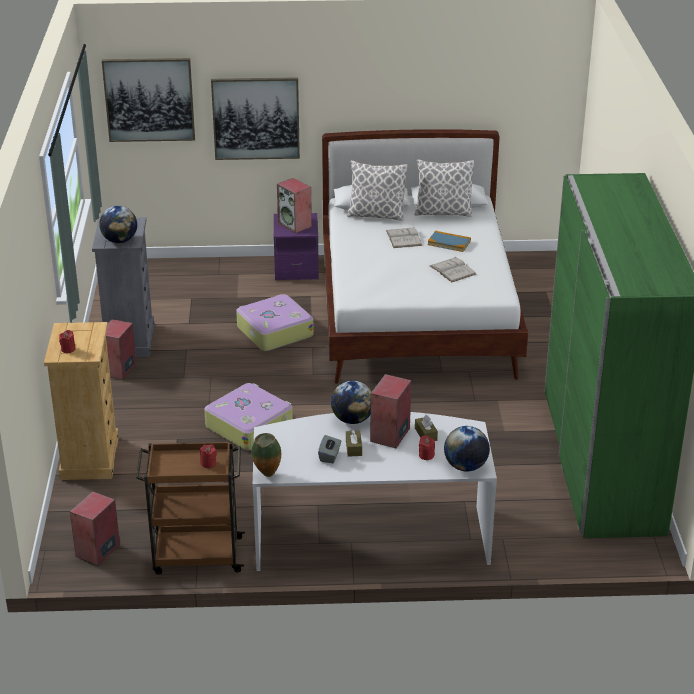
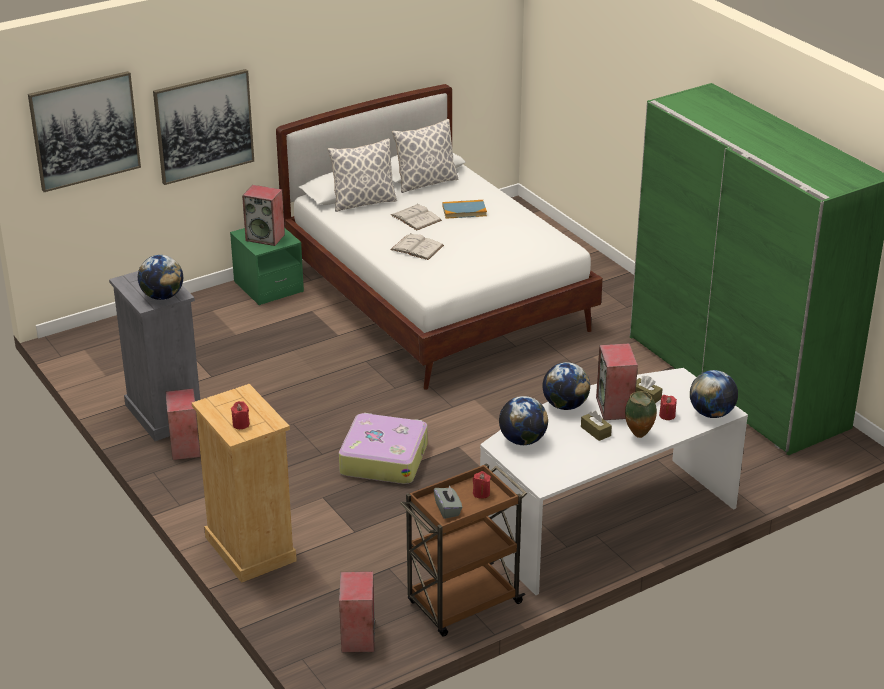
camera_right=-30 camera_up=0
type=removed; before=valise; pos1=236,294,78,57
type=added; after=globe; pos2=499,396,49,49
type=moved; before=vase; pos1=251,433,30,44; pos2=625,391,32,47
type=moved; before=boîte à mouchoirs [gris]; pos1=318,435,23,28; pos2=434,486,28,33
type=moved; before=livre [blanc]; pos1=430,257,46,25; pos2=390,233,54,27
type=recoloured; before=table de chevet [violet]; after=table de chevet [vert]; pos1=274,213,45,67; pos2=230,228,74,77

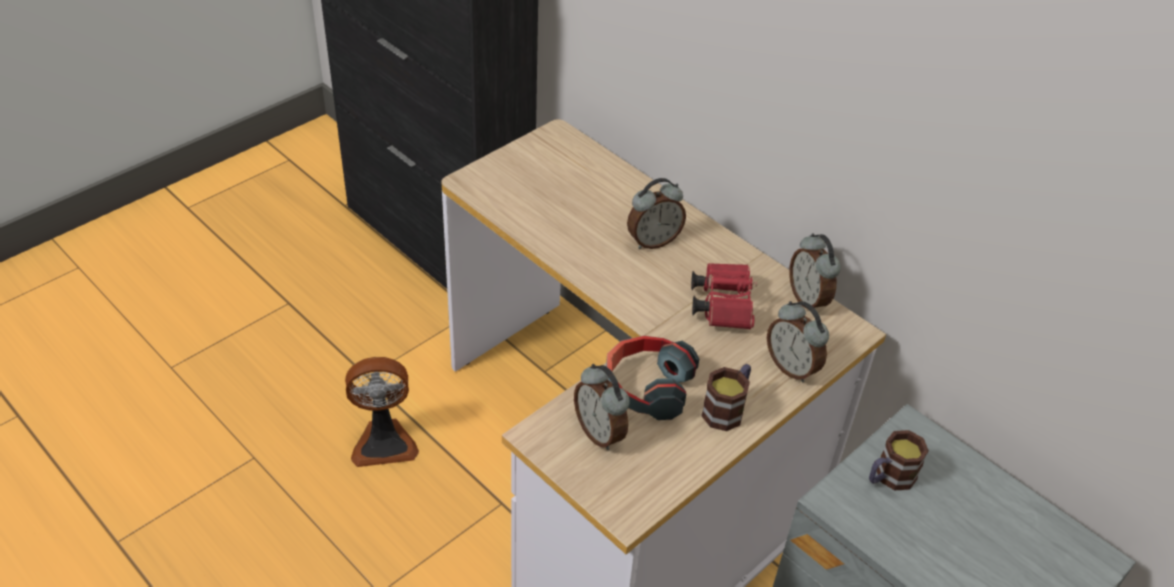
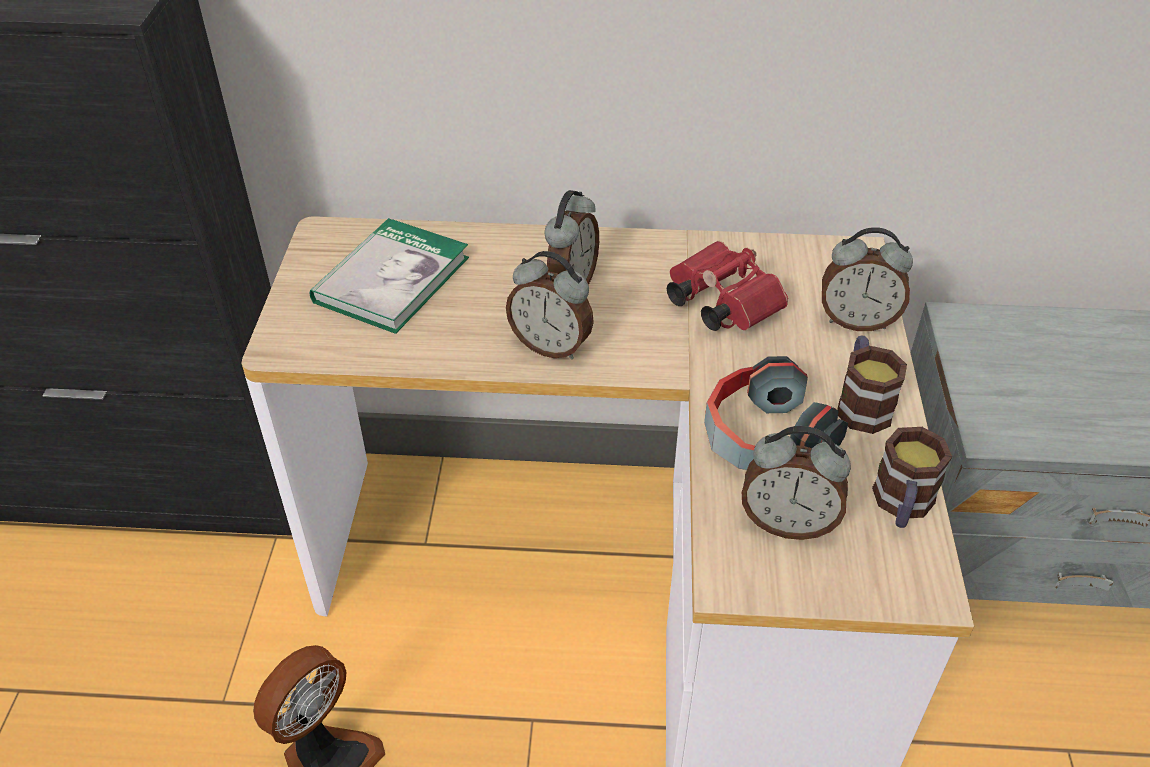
camera_right=-40 camera_up=0
type=added; after=livre; pos2=310,218,159,116
type=moved; before=réveil; pos1=789,233,52,75; pos2=506,251,88,108
type=moved; before=mug; pos1=869,430,60,60; pos2=872,427,80,101

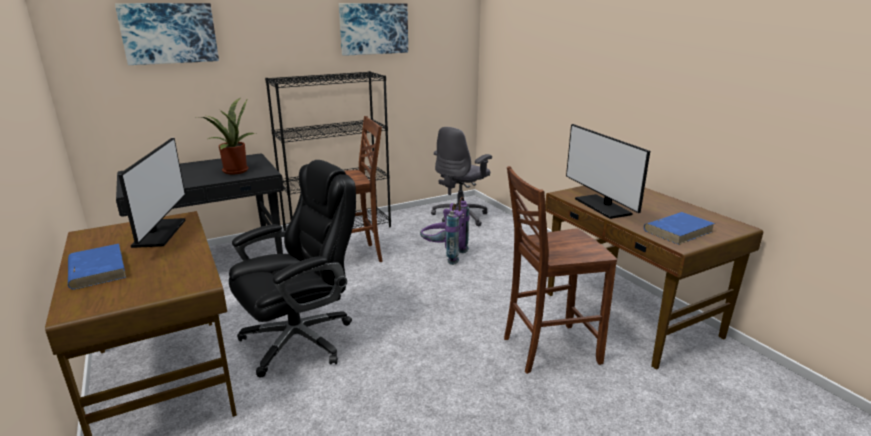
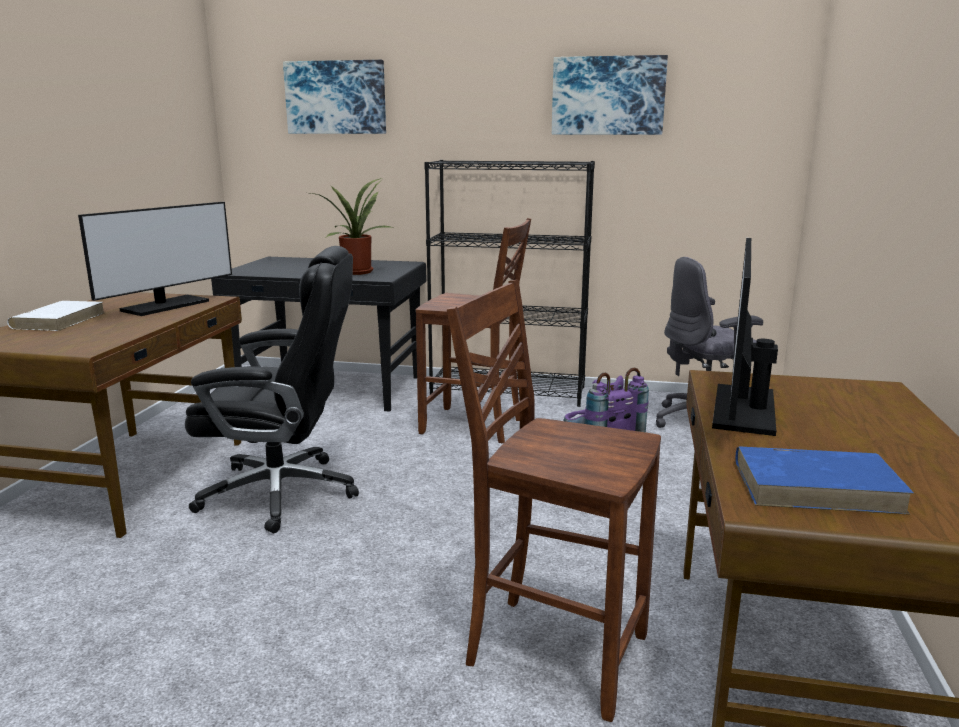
camera_right=40 camera_up=-5
type=recoloured; before=livre [bleu]; after=livre [blanc]; pos1=68,244,58,46; pos2=7,301,97,30

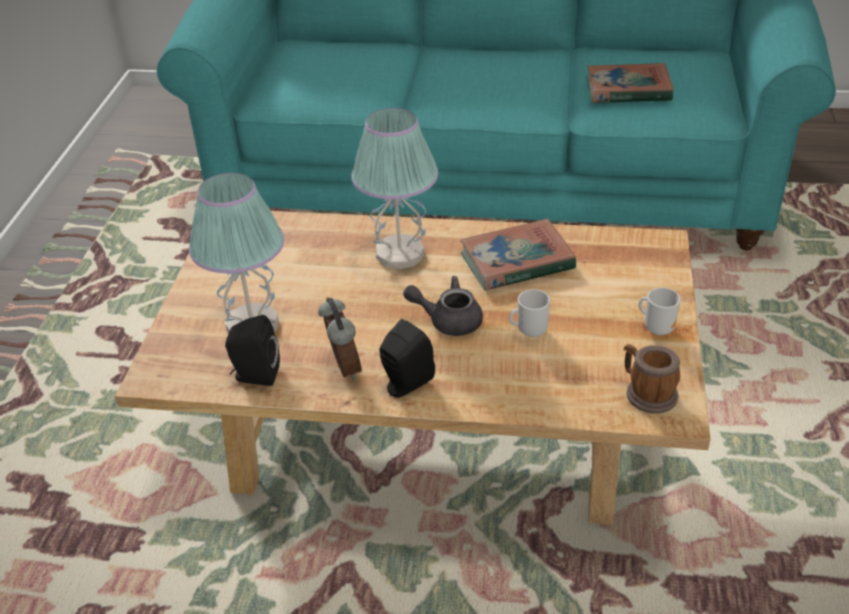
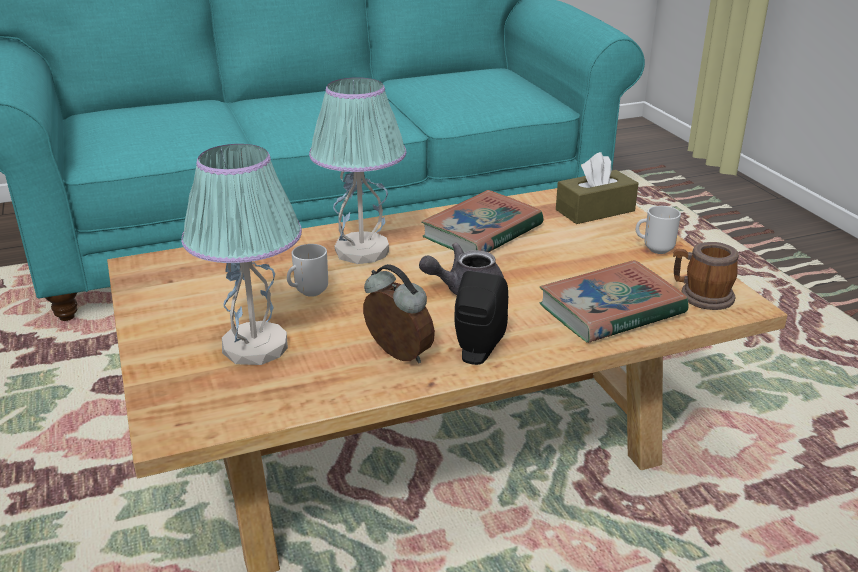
camera_right=-30 camera_up=-10
type=removed; before=enceinte [noir]; pos1=225,315,55,71
type=added; after=boîte à mouchoirs [marron]; pos2=556,152,83,72
type=moved; before=mug; pos1=509,289,41,48; pos2=287,244,41,53
type=moved; before=livre; pos1=586,63,88,40; pos2=540,260,148,83

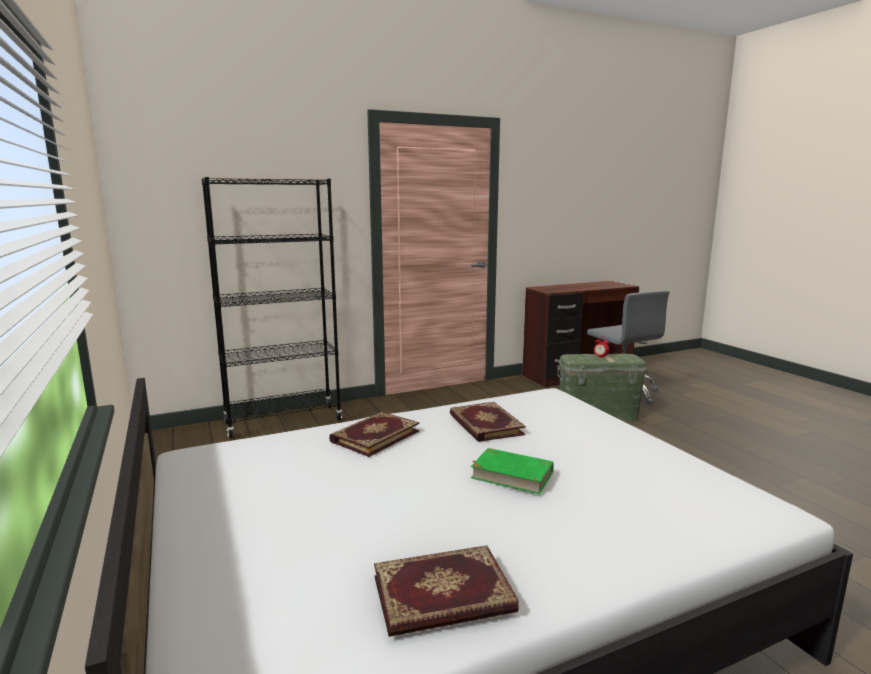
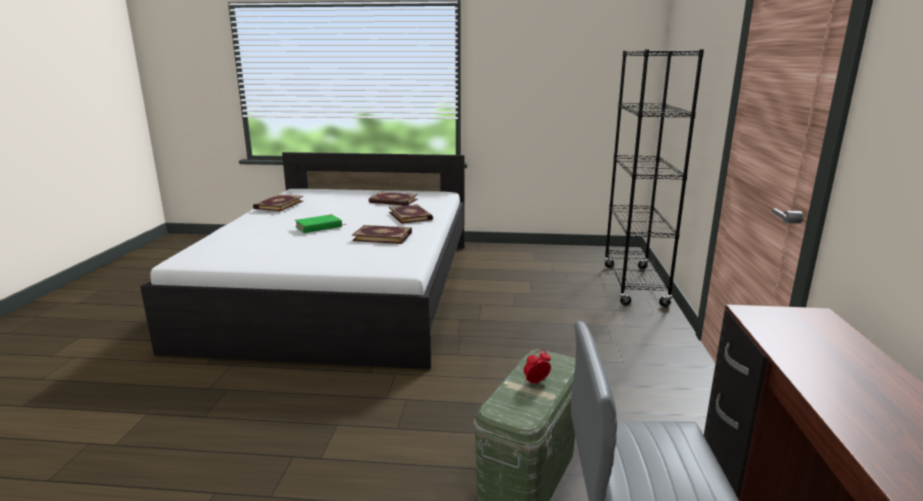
camera_right=120 camera_up=5
type=added; after=livre; pos2=369,192,49,14

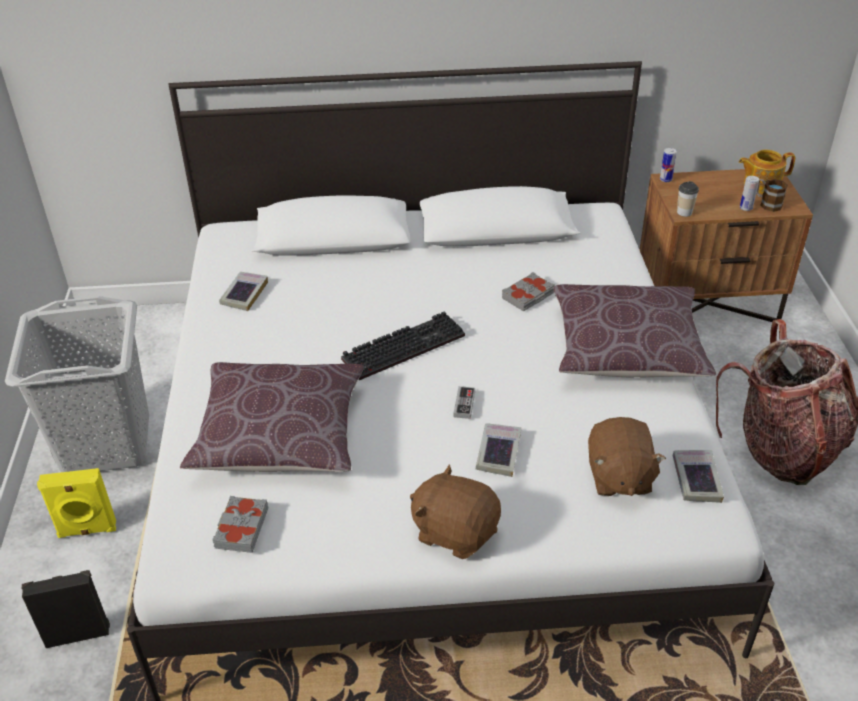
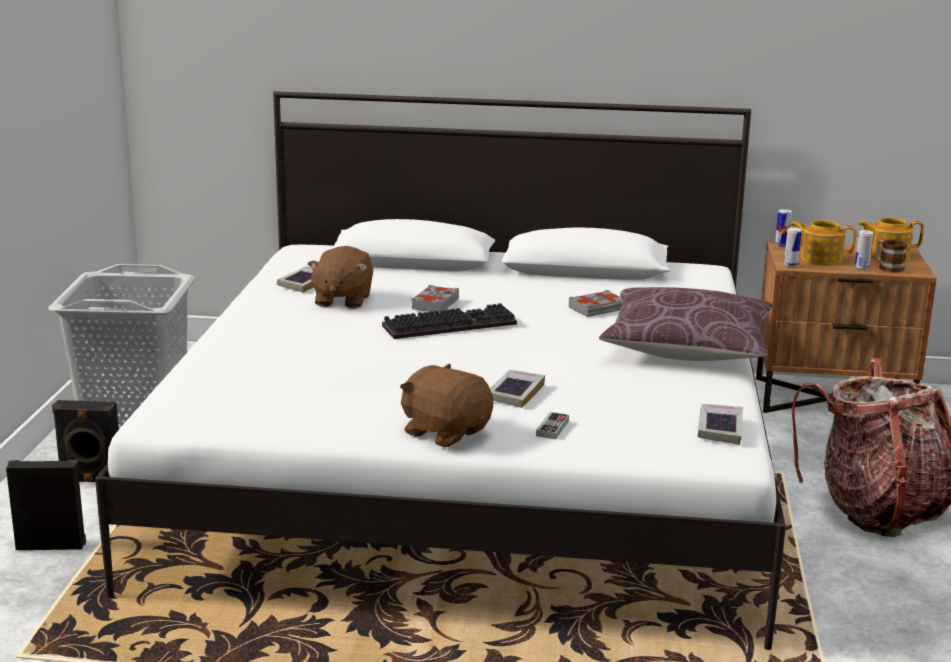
camera_right=10 camera_up=-20
type=removed; before=coussin [marron]; pos1=180,362,184,110
type=added; after=théière; pos2=790,220,66,45
type=moved; before=livre [gris]; pos1=212,496,57,57; pos2=411,285,48,28
type=moved; before=manette; pos1=454,386,21,33; pos2=536,412,33,27
type=moved; before=peluche [marron]; pos1=588,417,78,79; pos2=308,246,65,63
type=replaced; before=tasse; after=boîte métallique; pos1=677,181,22,36; pos2=784,228,18,39
type=recoloured; before=enceinte [jaune]; after=enceinte [noir]; pos1=37,468,79,70; pos2=52,400,67,82

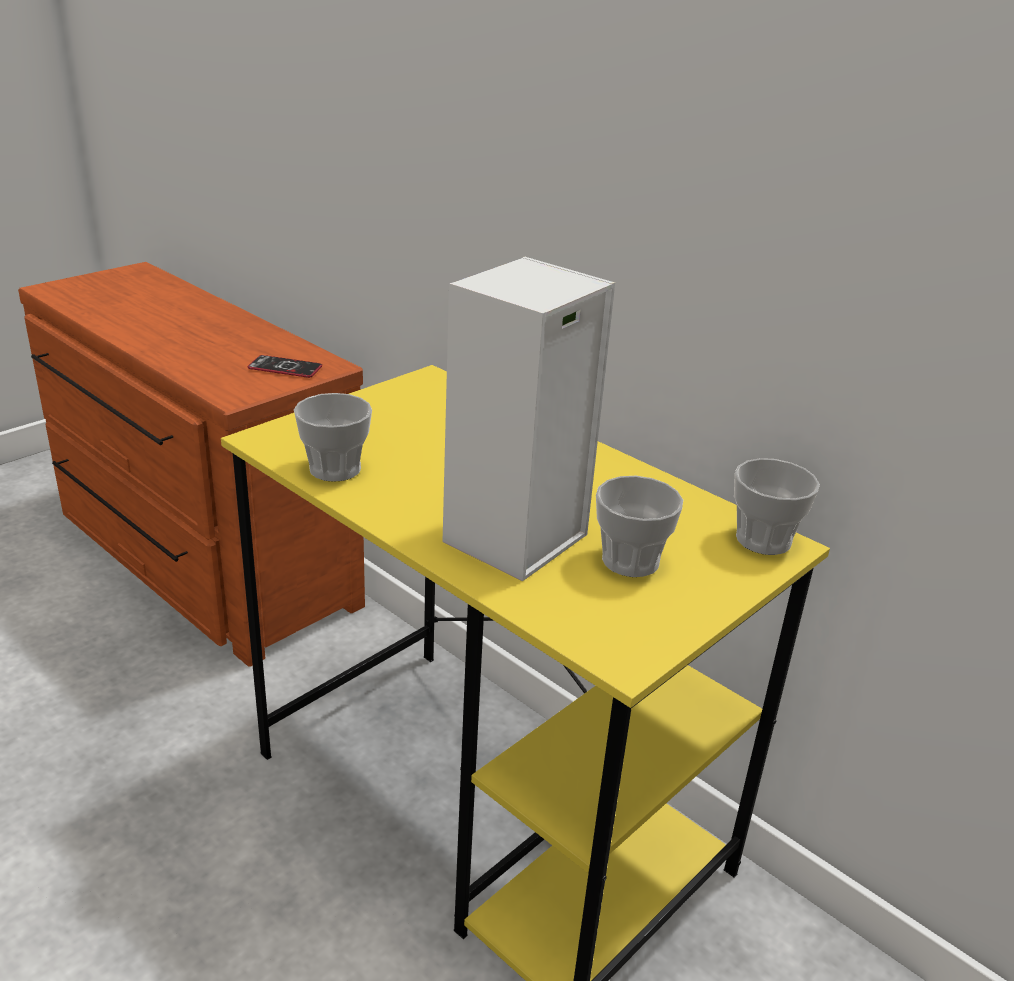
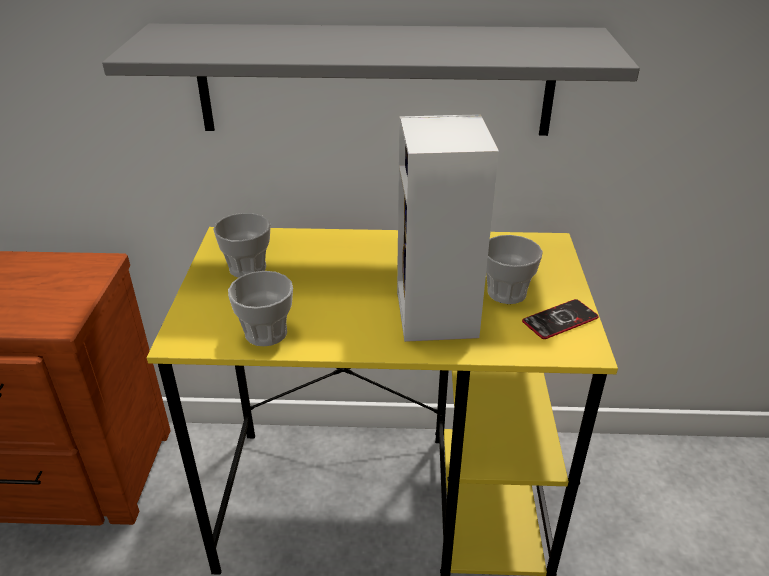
camera_right=-40 camera_up=5
type=added; after=étagère [gris]; pos2=102,24,538,112
type=moved; before=téléphone; pos1=247,355,75,23; pos2=522,299,77,40
type=moved; before=tasse; pos1=734,458,86,97; pos2=213,213,58,65

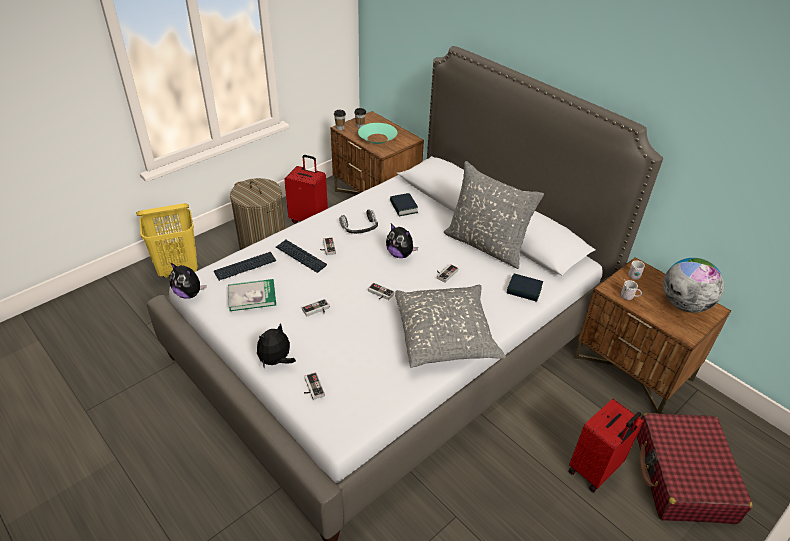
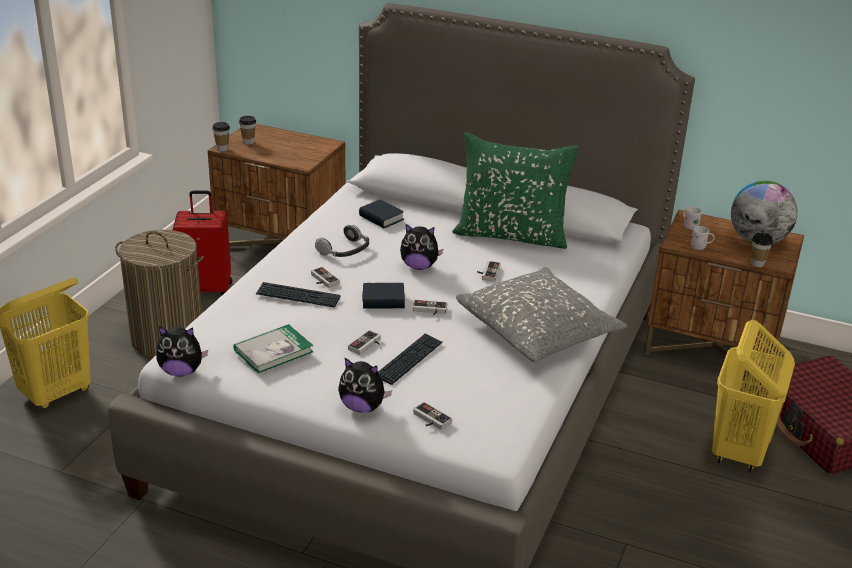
camera_right=-25 camera_up=-10
type=removed; before=bol [turquoise]; pos1=358,123,39,21
type=added; after=tasse; pos2=751,233,22,34
type=moved; before=clavier; pos1=214,252,63,29; pos2=378,334,65,51
type=moved; before=livre; pos1=507,274,36,28; pos2=362,283,43,26
type=replaced; before=valise [rouge]; after=panier à linge [jaune]; pos1=568,399,76,93; pos2=712,320,83,152
type=recoloured; before=coussin [gris]; after=coussin [vert]; pos1=444,161,100,108; pos2=452,132,127,117
type=turned; before=peluche; pos1=257,323,39,46; pos2=338,358,54,55; turn=-90

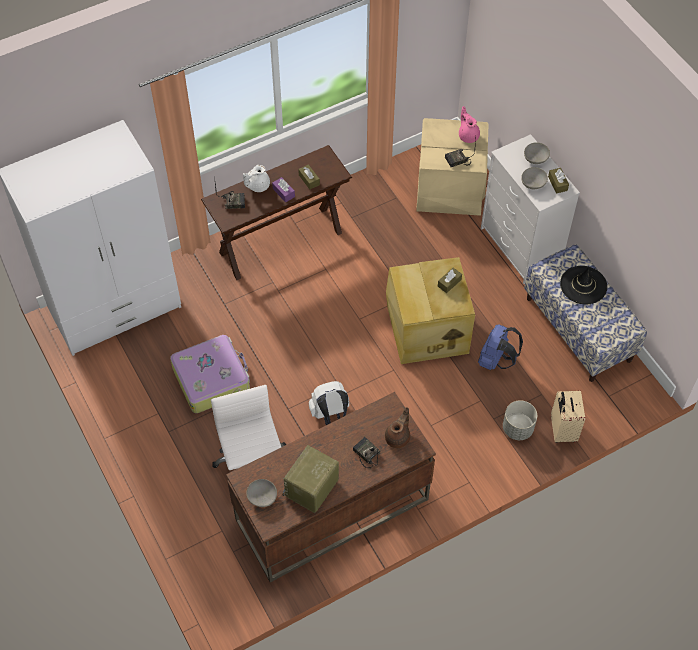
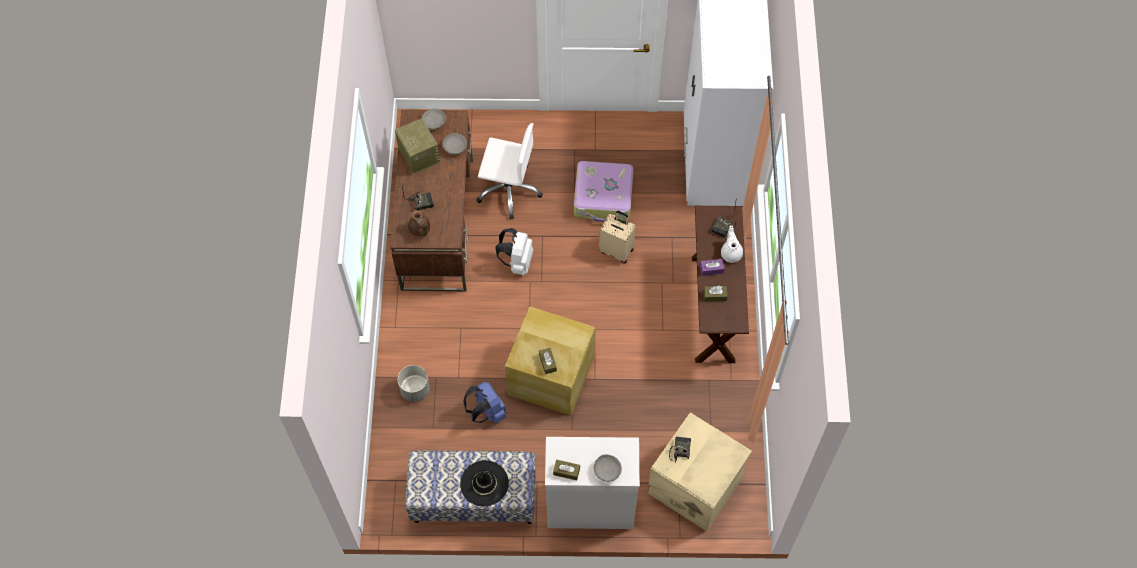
camera_right=120 camera_up=5
type=removed; before=théière [rose]; pos1=459,106,21,37
type=moved; before=bol [gris]; pos1=521,167,27,22; pos2=443,133,24,22
type=moved; before=valise [beige]; pos1=551,391,34,52; pos2=599,211,37,53

